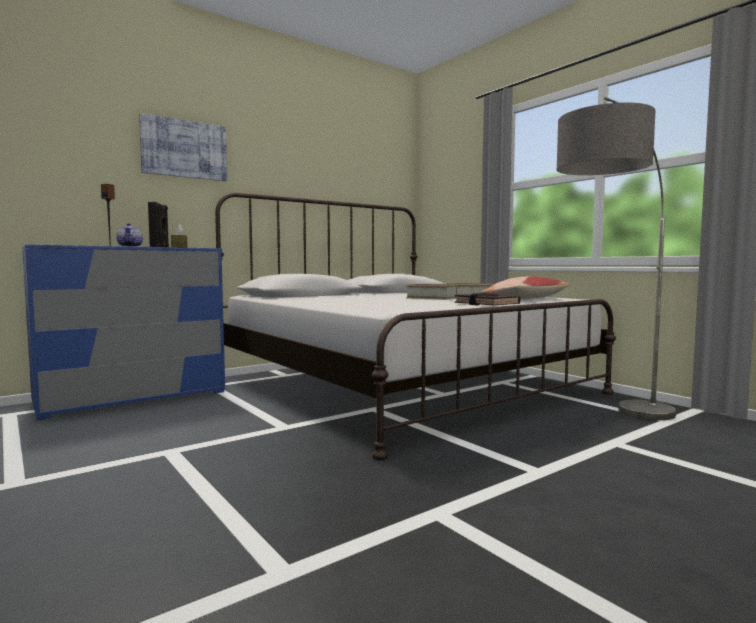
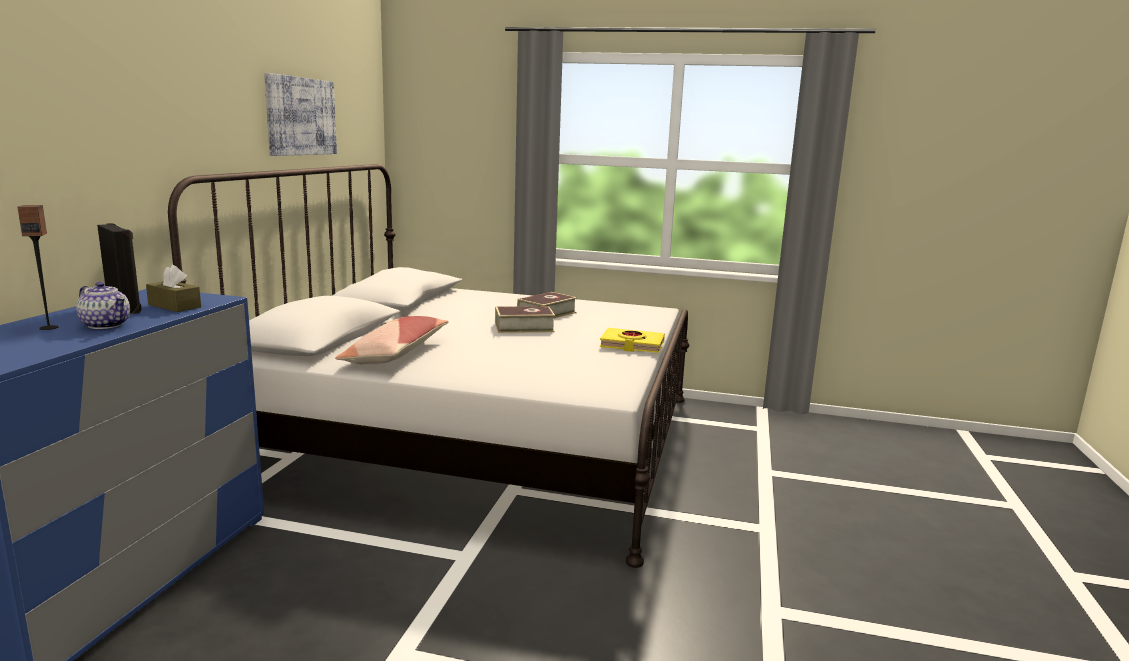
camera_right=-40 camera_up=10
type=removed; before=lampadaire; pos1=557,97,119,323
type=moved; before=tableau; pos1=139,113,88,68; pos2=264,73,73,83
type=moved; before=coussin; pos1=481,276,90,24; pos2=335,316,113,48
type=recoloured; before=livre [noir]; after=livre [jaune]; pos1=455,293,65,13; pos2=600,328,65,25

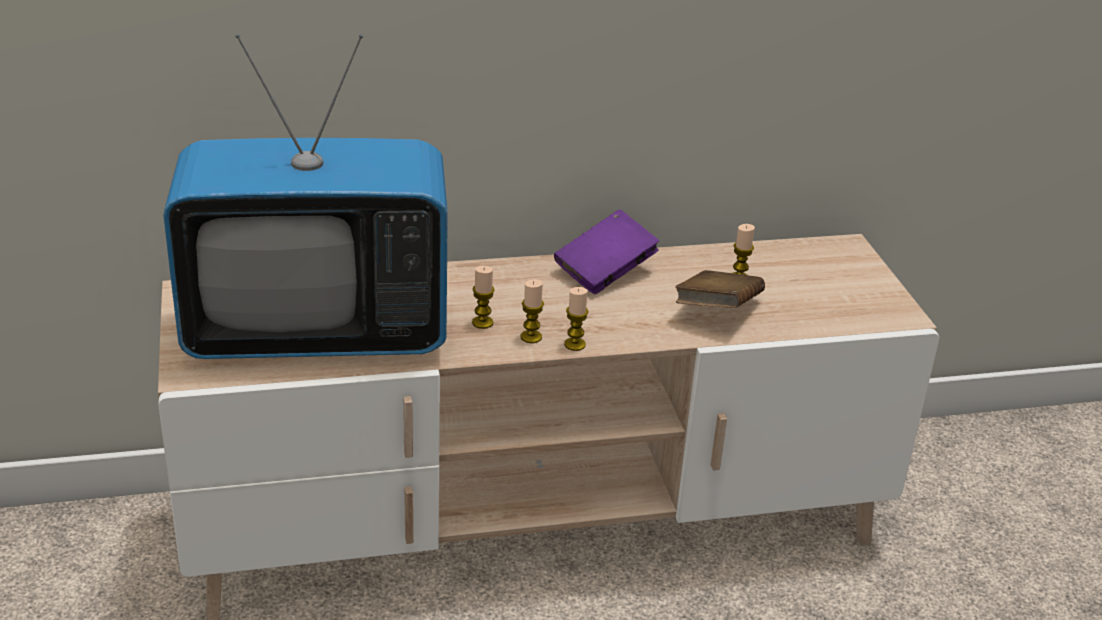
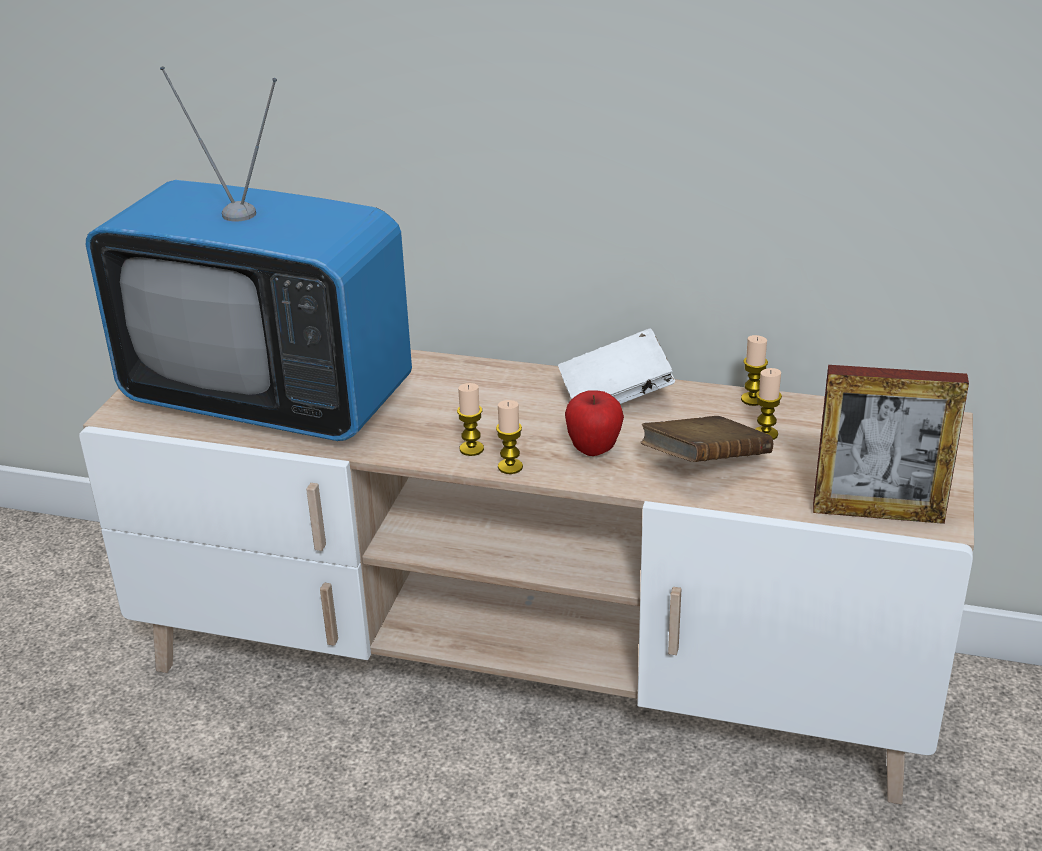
camera_right=30 camera_up=0
type=added; after=pomme; pos2=565,390,59,66
type=added; after=cadre photo; pos2=813,365,156,159
type=moved; before=bougie; pos1=472,266,23,63; pos2=741,335,27,71
type=recoloured; before=livre [violet]; after=livre [blanc]; pos1=554,209,105,85; pos2=558,328,117,76

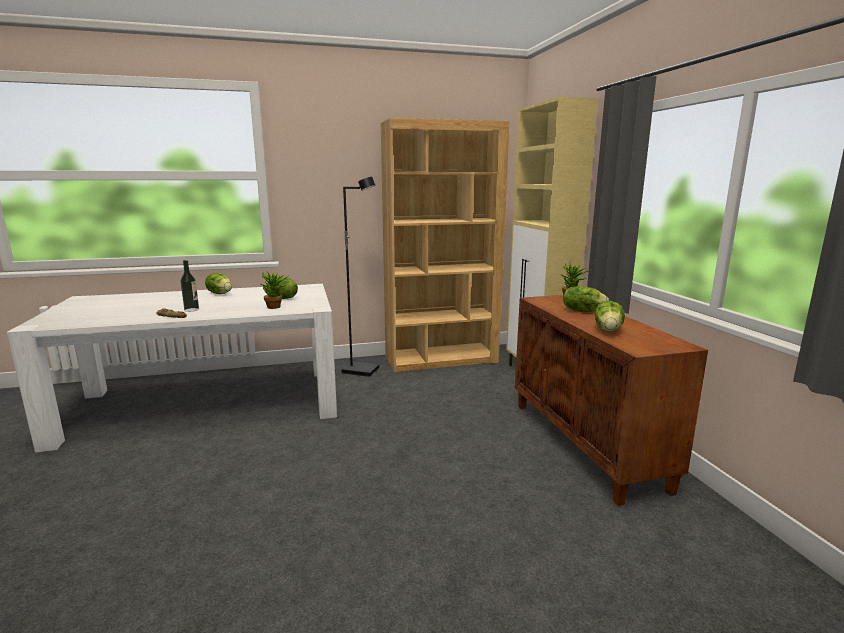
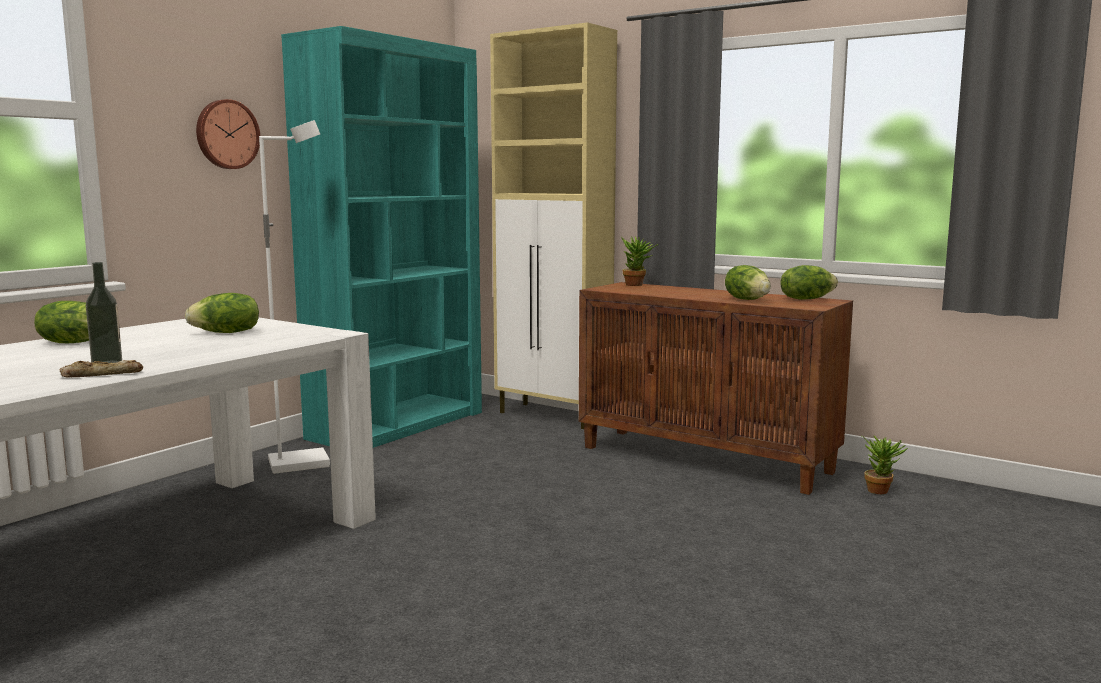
camera_right=-40 camera_up=-5
type=added; after=horloge murale; pos2=196,99,64,70
type=moved; before=plante en pot; pos1=261,270,27,39; pos2=862,436,46,58
type=moved; before=laitue; pos1=563,286,46,26; pos2=780,265,58,35
type=recoloured; before=lampadaire [noir]; after=lampadaire [blanc]; pos1=341,177,38,200; pos2=259,120,71,354
type=recoloured; before=bibliothèque [marron]; after=bibliothèque [turquoise]; pos1=381,117,128,255; pos2=281,26,201,422

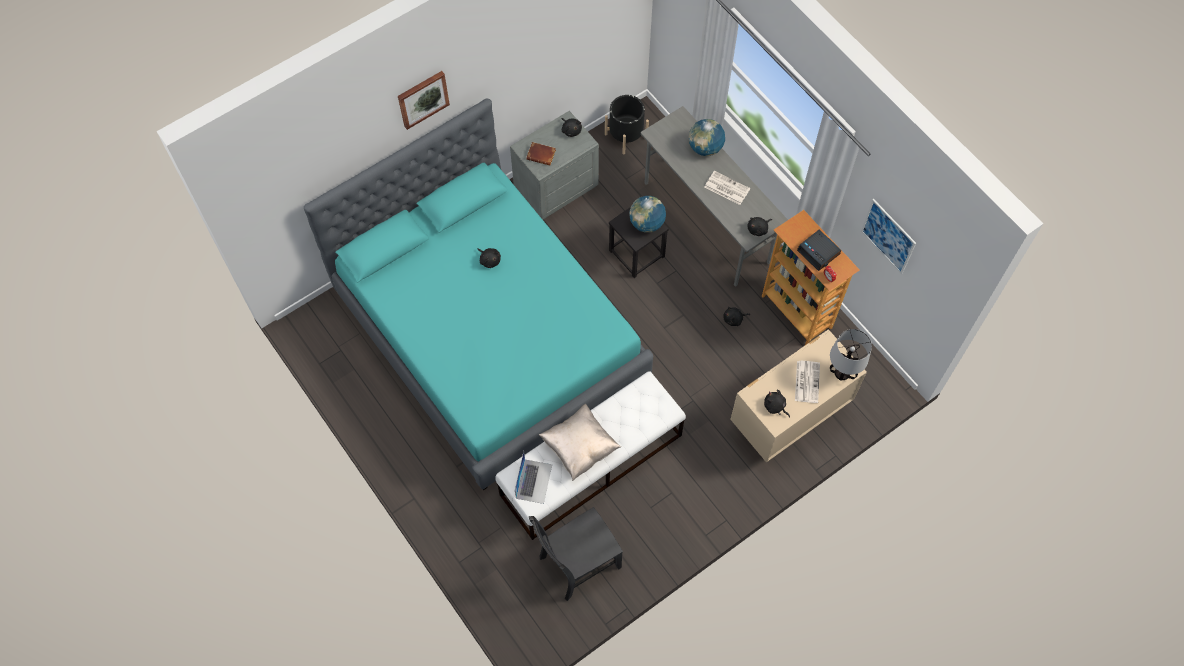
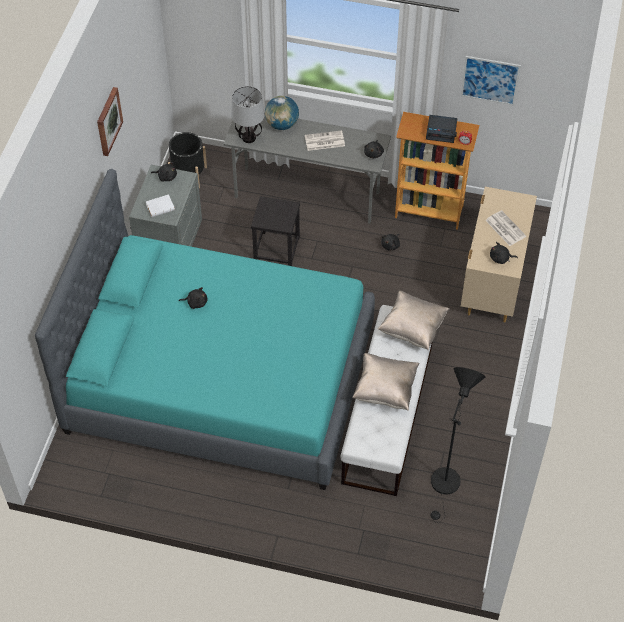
camera_right=-40 camera_up=-10
type=removed; before=ordinateur portable; pos1=515,451,37,53
type=removed; before=globe; pos1=629,196,37,37
type=added; after=coussin [beige]; pos2=378,291,72,59
type=moved; before=tableau; pos1=398,71,52,59; pos2=97,87,26,69
type=moved; before=lampe de table; pos1=830,329,42,52; pos2=231,86,34,57
type=replaced; before=chaise [noir]; after=lampadaire [noir]; pos1=529,507,94,94; pos2=430,367,55,156
type=recoloured; before=livre [marron]; after=livre [blanc]; pos1=526,142,30,23; pos2=146,194,29,23

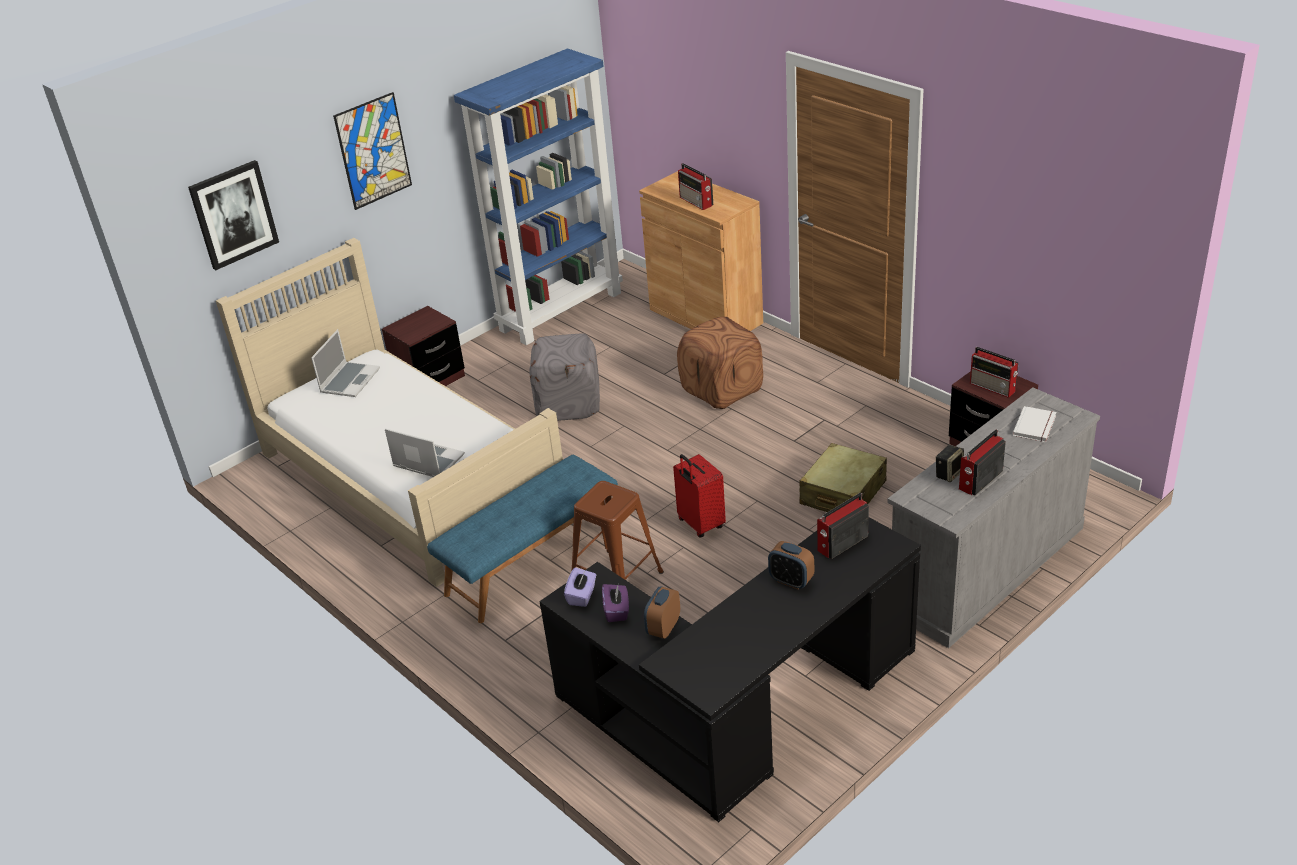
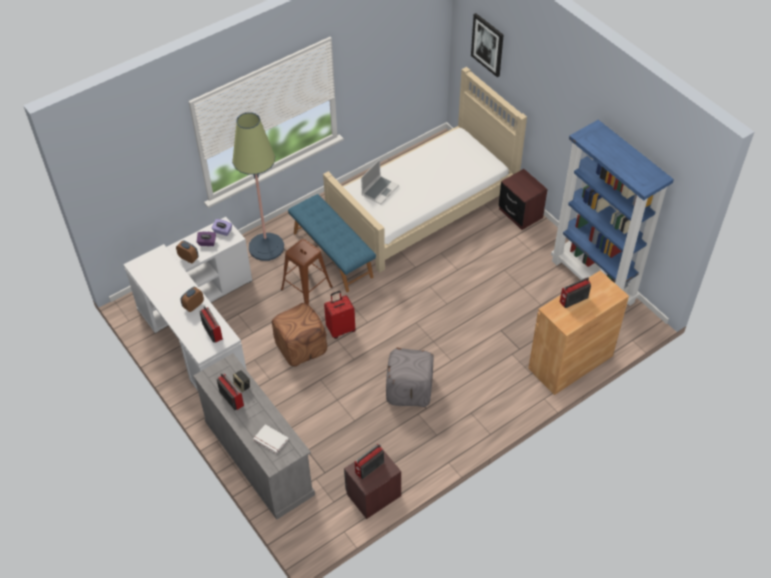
camera_right=95 camera_up=15
type=removed; before=ordinateur portable; pos1=311,329,69,68
type=removed; before=tableau; pos1=333,92,79,118
type=removed; before=valise [beige]; pos1=799,443,88,69
type=added; after=lampadaire; pos2=232,112,52,149
type=moved; before=pouf [gris]; pos1=529,333,71,88; pos2=386,348,48,59
type=moved; before=pouf [marron]; pos1=677,317,86,92; pos2=272,303,55,64
type=recoloured; before=bureau [noir]; after=bureau [blanc]; pos1=539,518,382,304; pos2=123,217,129,173

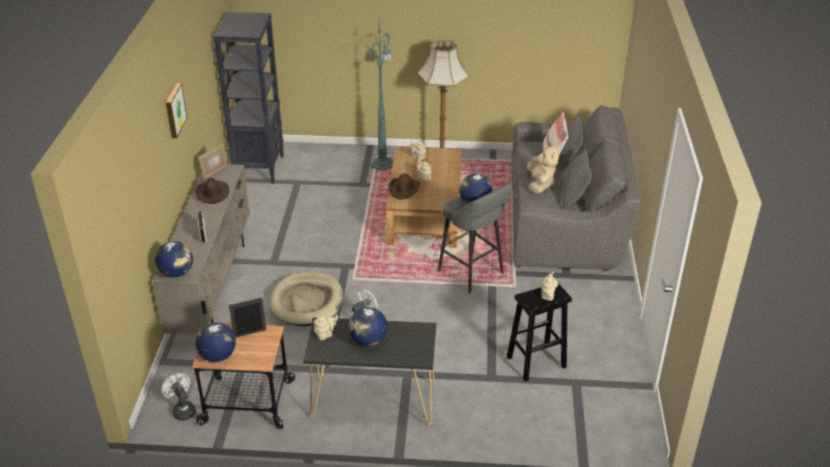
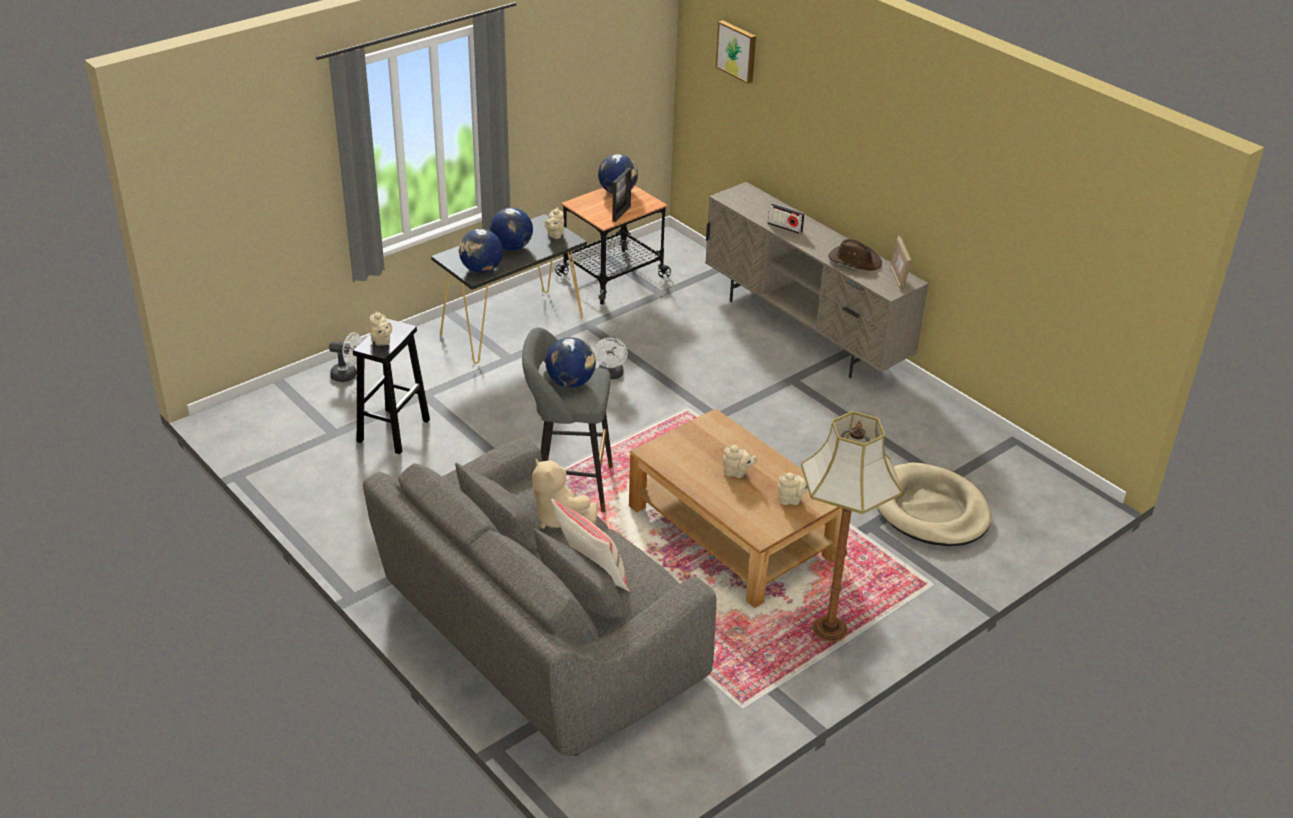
camera_right=135 camera_up=0
type=removed; before=bibliothèque [noir]; pos1=213,12,71,172
type=removed; before=lampadaire [vert]; pos1=370,20,24,150
type=removed; before=chapeau [marron]; pos1=388,174,32,26
type=moved; before=globe; pos1=155,241,38,37; pos2=459,229,44,44
type=moved; before=ventilateur [blanc]; pos1=162,373,34,48; pos2=329,332,33,50
type=moved; before=tableau; pos1=166,83,21,55; pos2=716,20,40,64
type=moved; before=panier pour chien [beige]; pos1=269,272,74,54; pos2=877,462,115,84

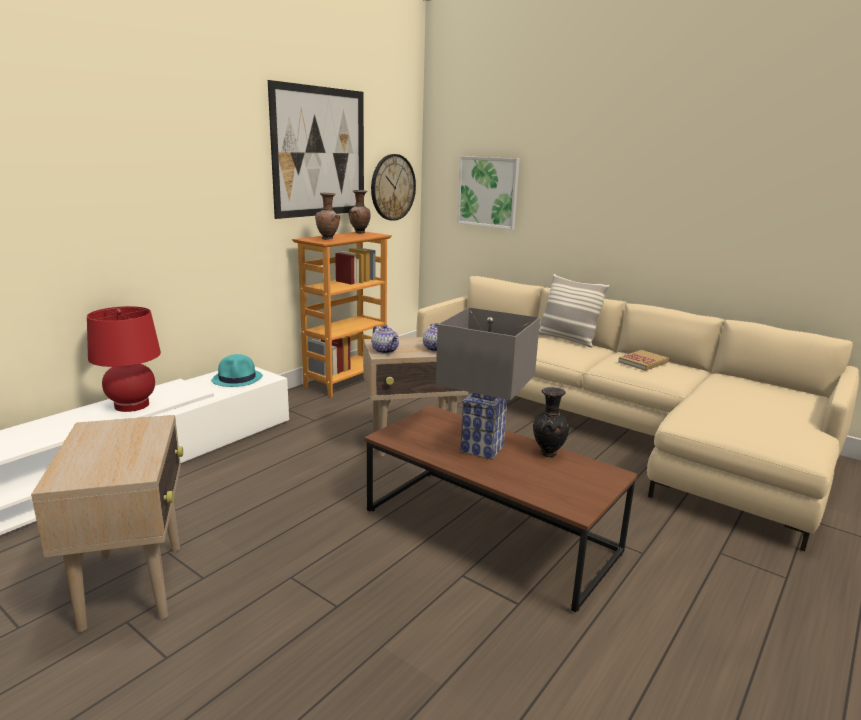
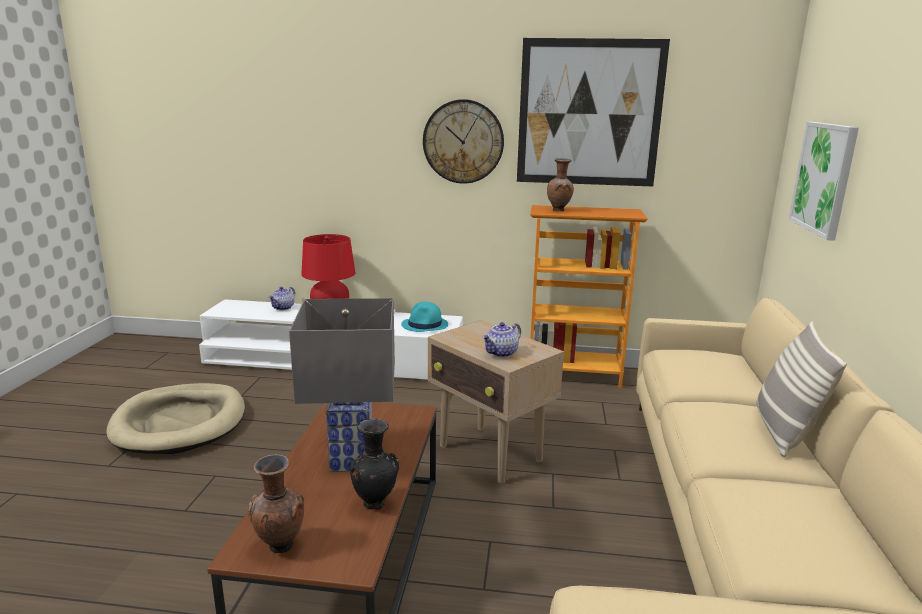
camera_right=60 camera_up=0
type=removed; before=livre; pos1=618,350,51,21
type=moved; before=vase [marron]; pos1=349,190,22,44; pos2=248,455,56,98
type=moved; before=horloge murale; pos1=371,154,45,67; pos2=423,99,81,85
type=moved; before=théière; pos1=371,325,28,29; pos2=269,287,26,23
type=replaced; before=table d'appoint [beige]; after=panier pour chien [beige]; pos1=31,415,152,217; pos2=106,383,139,71

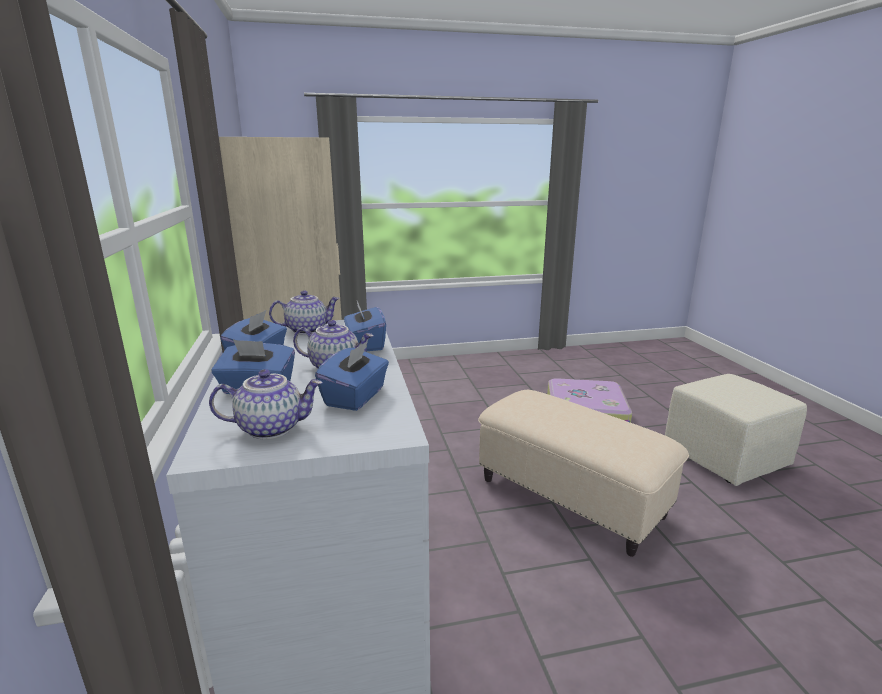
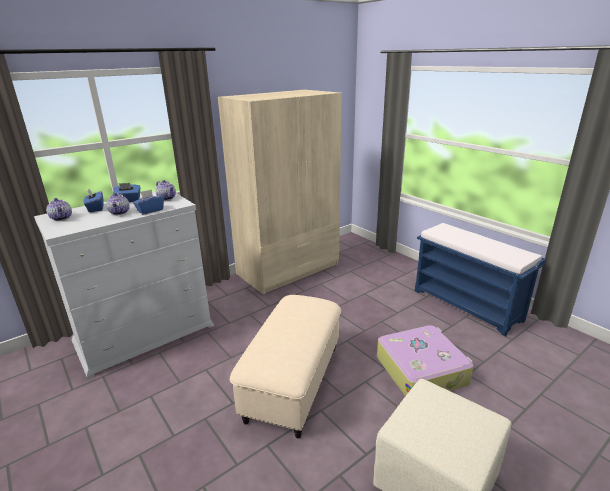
camera_right=65 camera_up=5
type=removed; before=boîte à mouchoirs [bleu]; pos1=315,341,74,70
type=added; after=banc [bleu]; pos2=415,223,131,113

